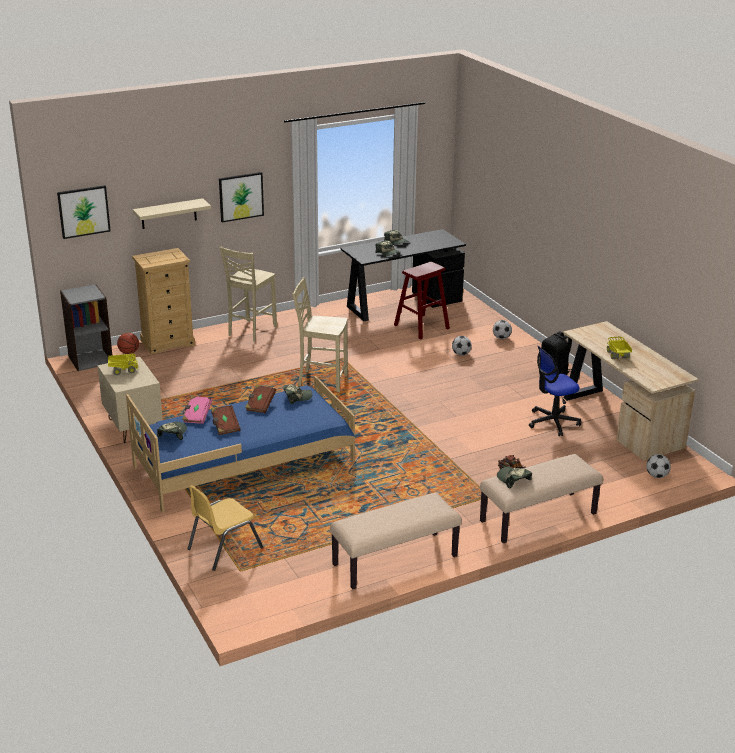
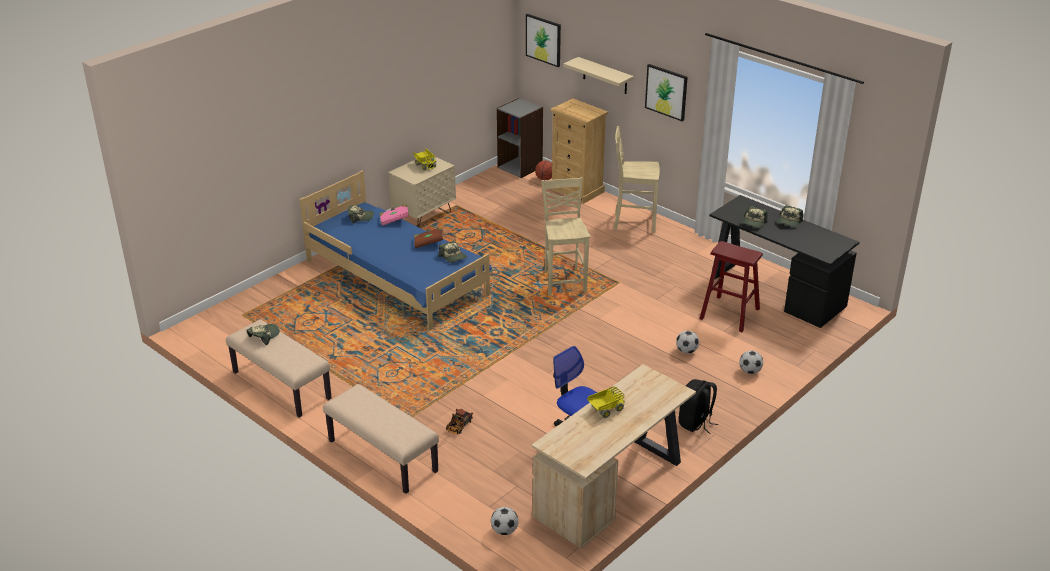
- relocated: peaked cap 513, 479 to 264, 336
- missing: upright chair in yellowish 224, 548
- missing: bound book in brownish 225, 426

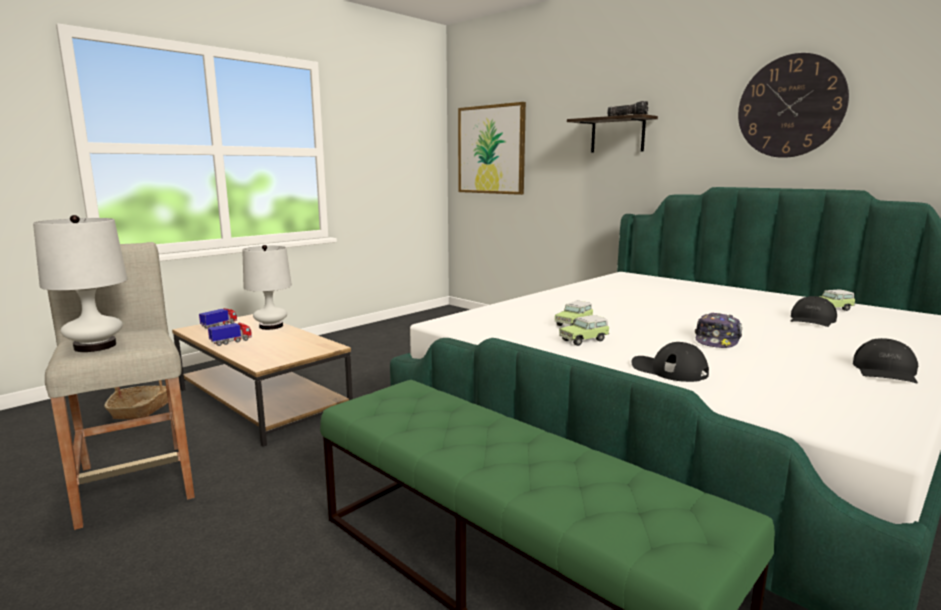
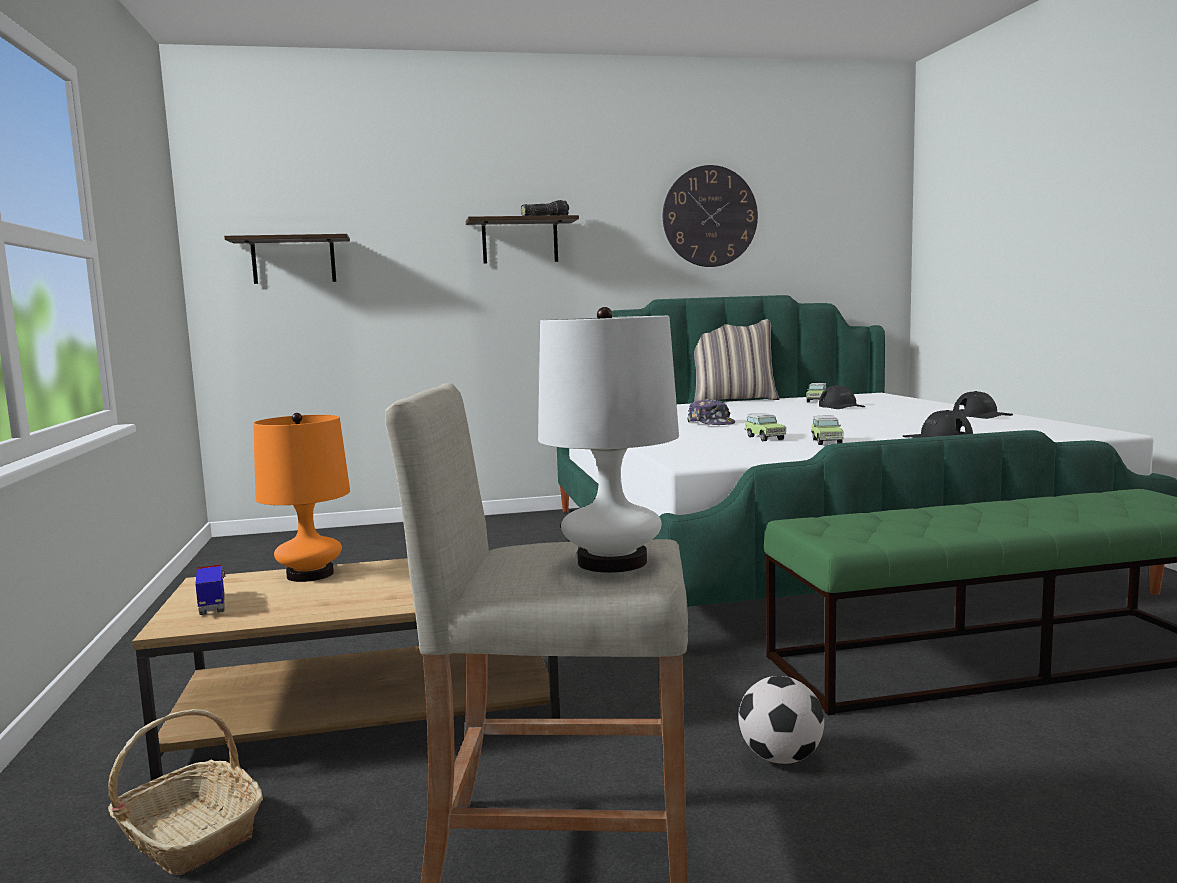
- exchanged: wall art 491, 150 to bracket shelf 293, 260
- colour: table lamp in white-coloured 271, 326 to table lamp in orange-coloured 310, 574
- relocated: peaked cap 717, 340 to 711, 423
- appeared: cushion 733, 400
- appeared: ball for football 780, 758
- missing: toy lorry 231, 342

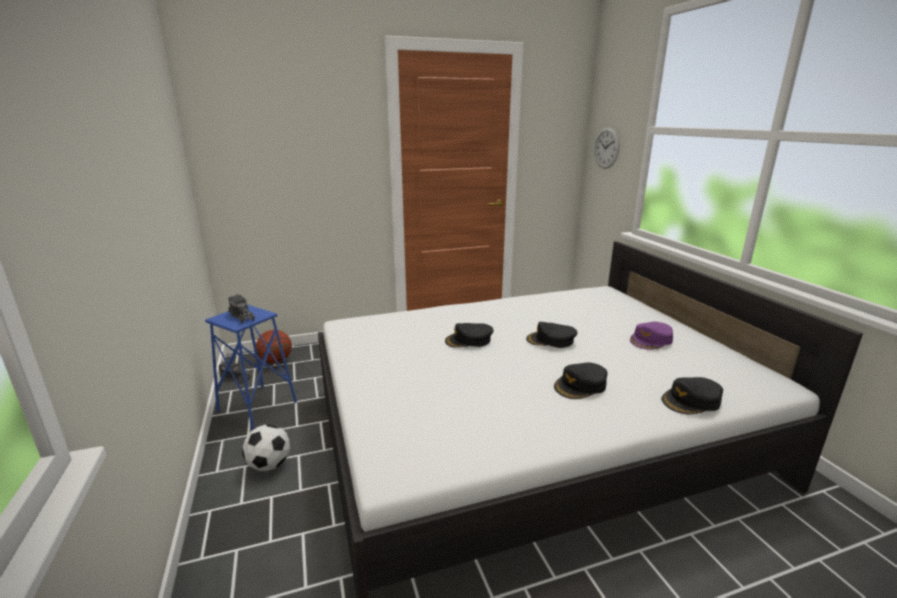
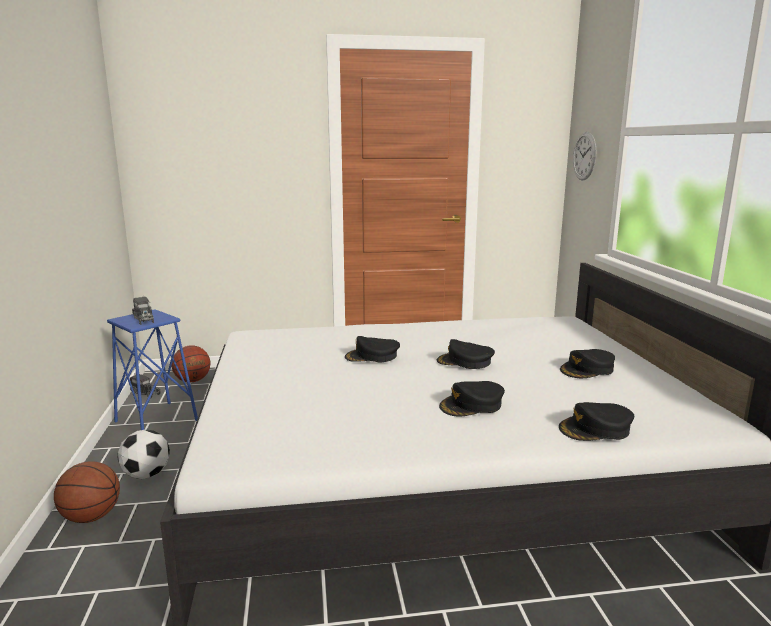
- appeared: ball for basketball 91, 517
- colour: peaked cap in purplish 651, 340 to peaked cap in black-coloured 587, 370

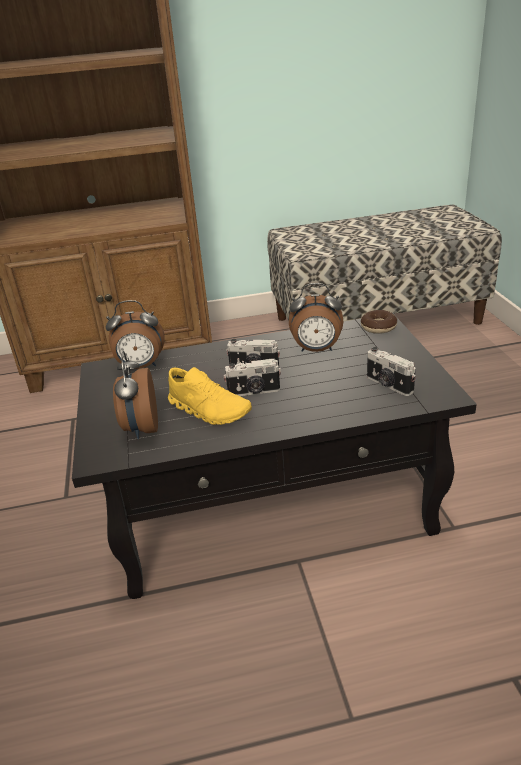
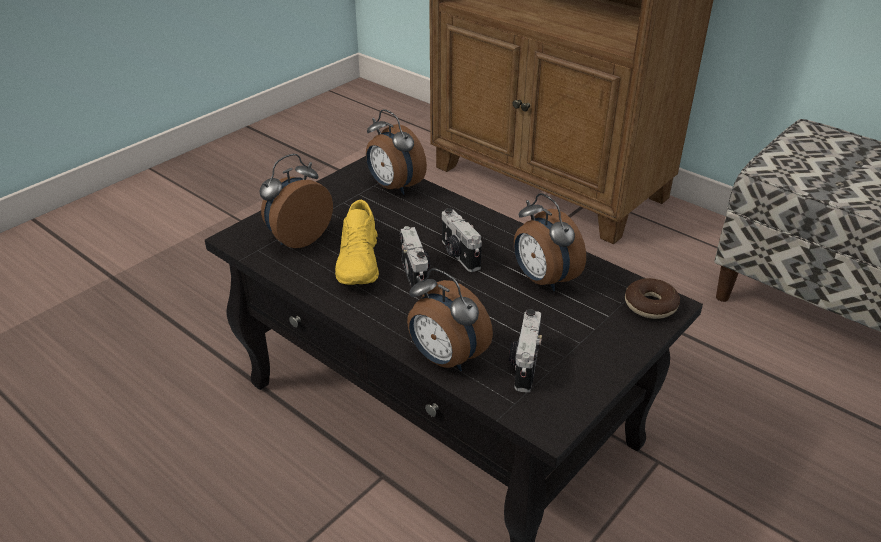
- spun: photo camera 254, 392 = 416, 275 150 degrees counterclockwise
- appeared: table clock 445, 359

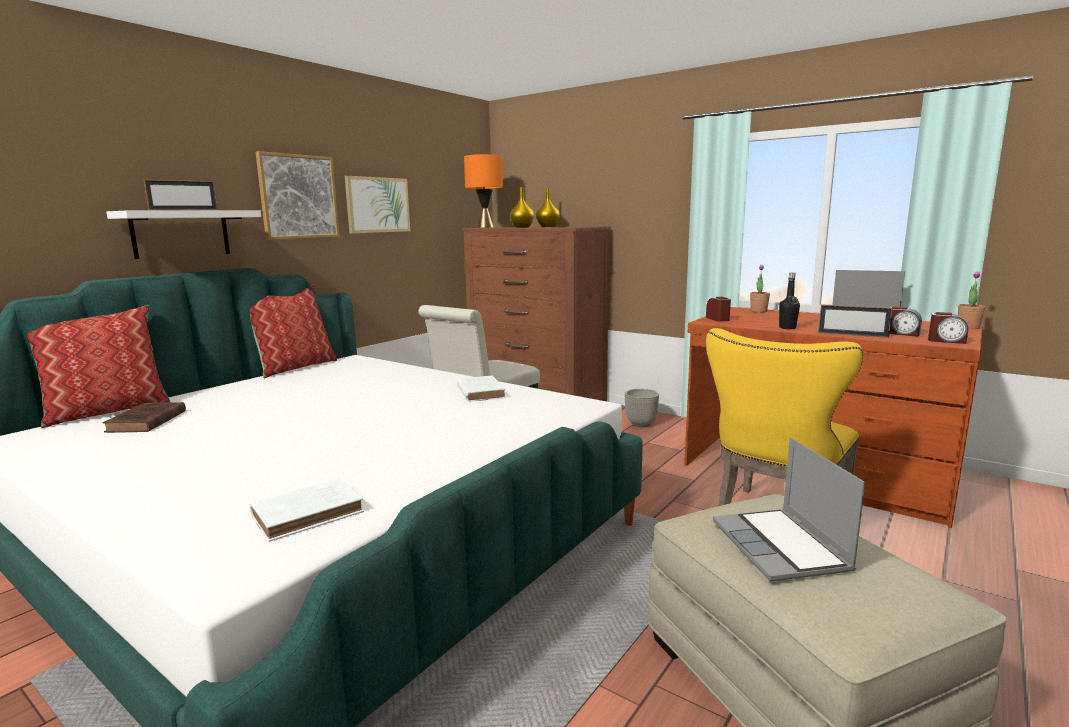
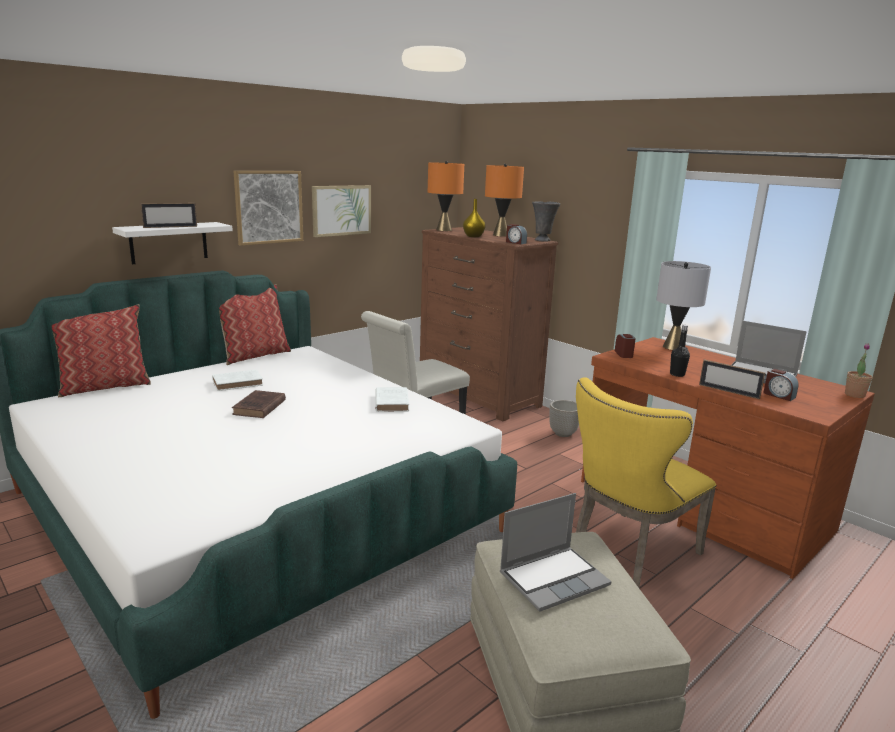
- relocated: bound book in white-coloured 310, 513 to 239, 383
- relocated: bound book in brownish 146, 422 to 259, 408
- exchanged: vase in yellowish 547, 226 to table lamp in orange-coloured 500, 235
- spun: laptop 781, 547 = 554, 578 120 degrees counterclockwise
- relocated: table clock 946, 341 to 515, 242
- appeared: vase in grey 543, 240
- exchanged: potted plant 758, 311 to table lamp in grey 673, 347

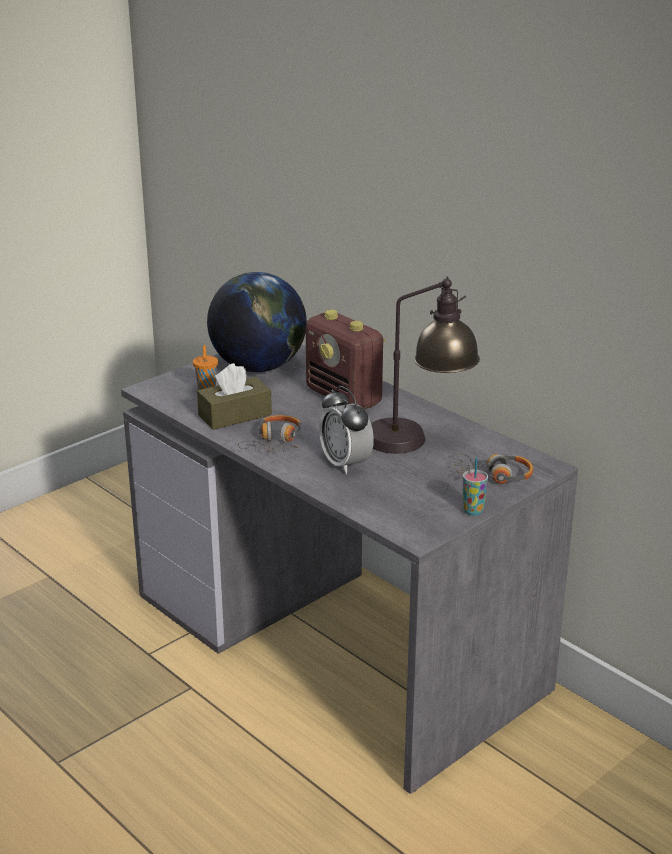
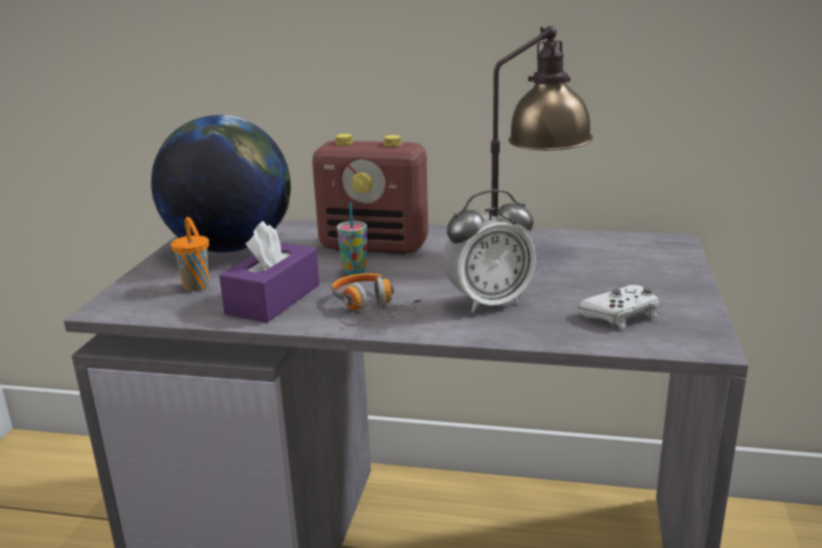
- colour: tissue box in brownish 235, 415 to tissue box in purplish 273, 299
- relocated: cup 473, 511 to 354, 271
- spun: table clock 345, 464 = 488, 303 45 degrees counterclockwise
- appeared: gamepad in white-coloured 621, 315
- missing: headset 493, 477

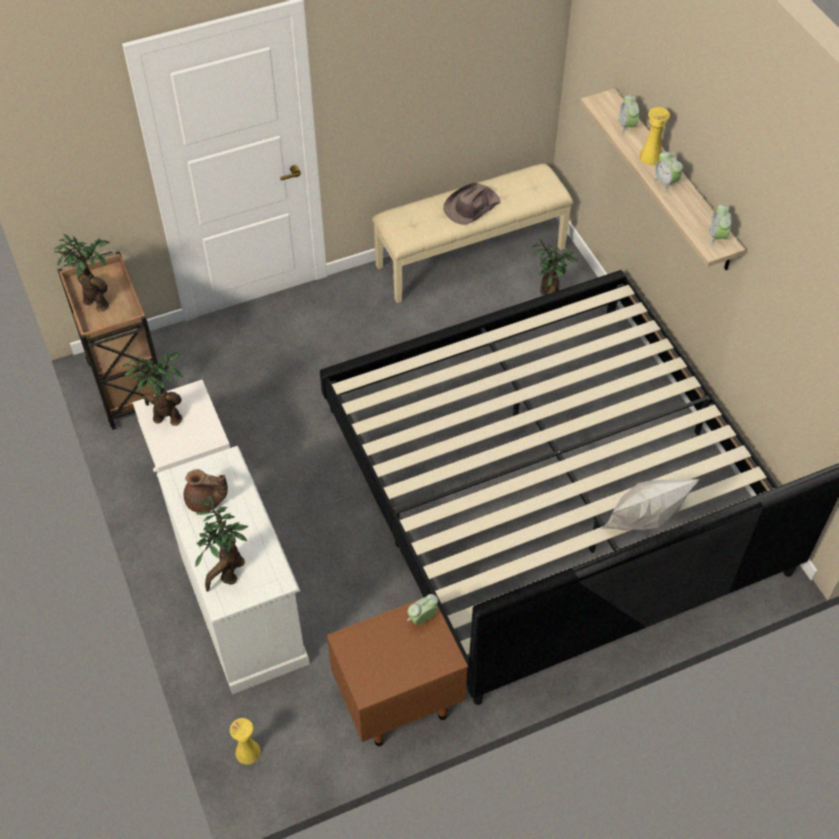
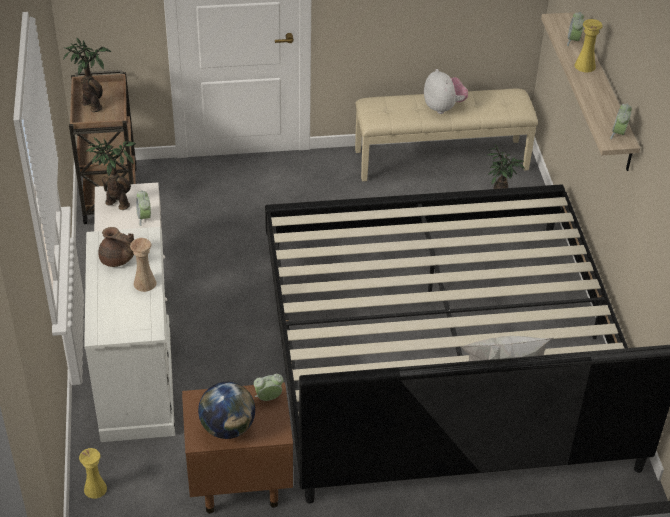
- appeared: vase in beige 145, 283
- relocated: table clock 665, 183 to 144, 217
- appeared: world globe 228, 428
- exchanged: hat in brownish 471, 206 to soft toy 443, 107
- missing: potted plant 228, 574

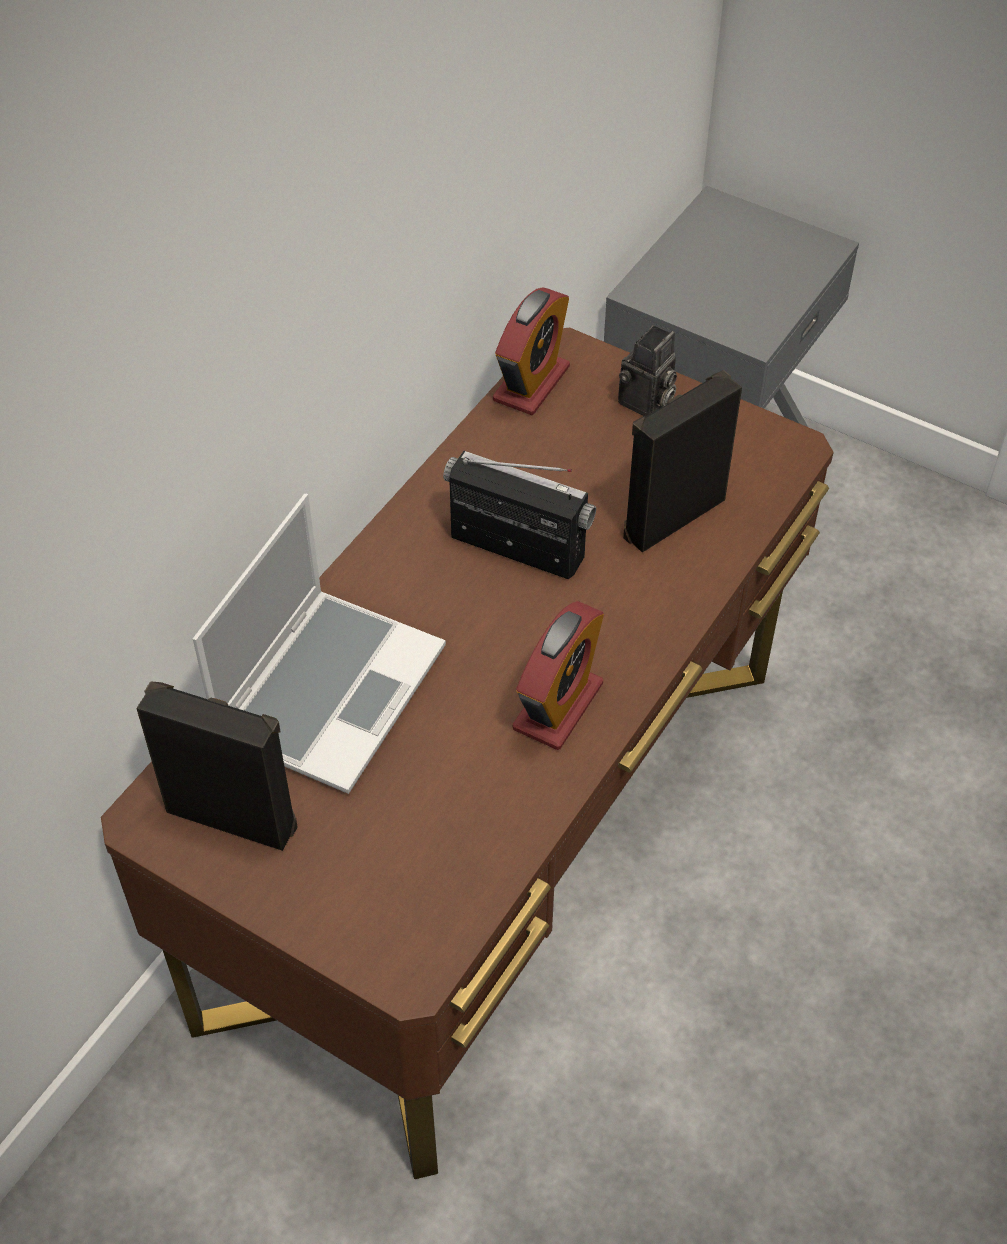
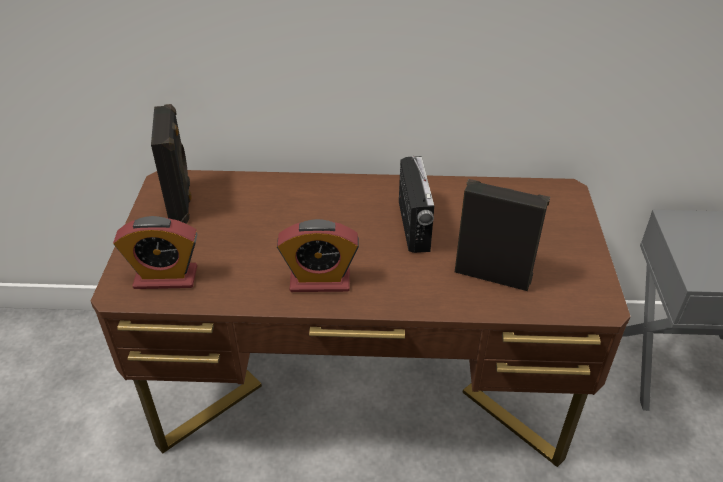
- relocated: table clock 531, 384 to 165, 277
- missing: laptop 330, 689
- missing: photo camera 646, 403

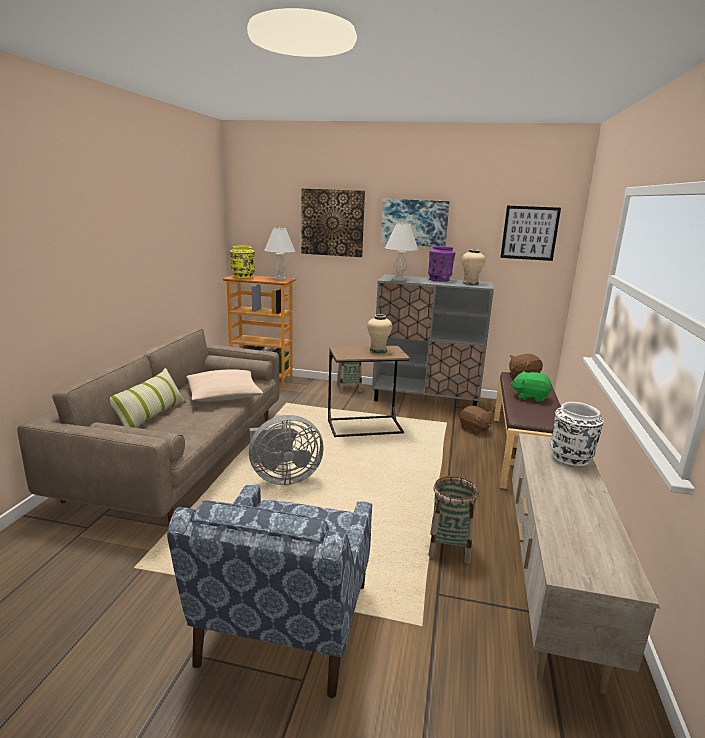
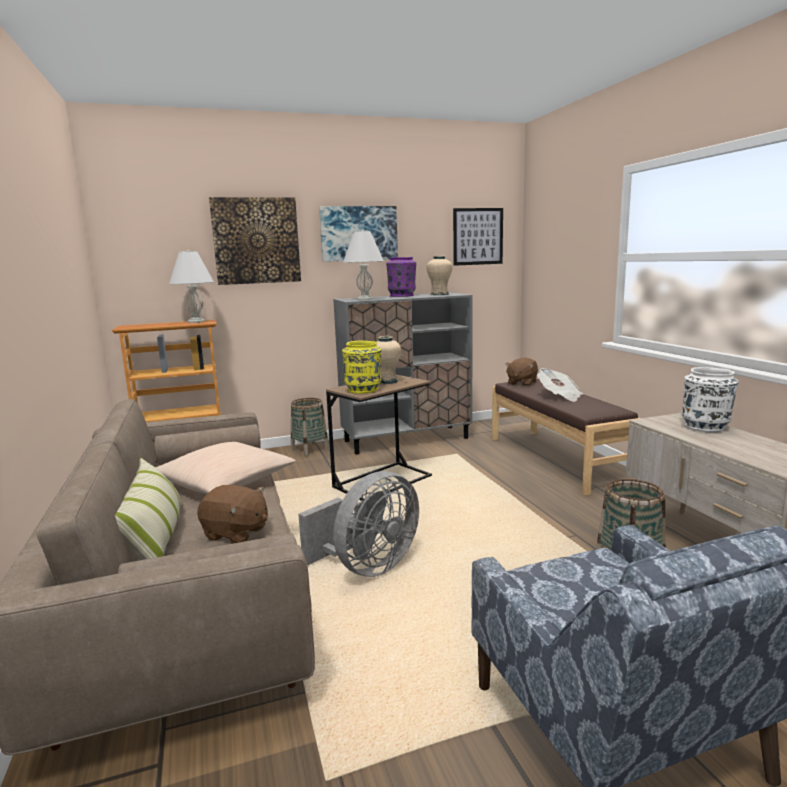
- relocated: soft toy in brownish 474, 429 to 236, 533
- relocated: vase in yellowish 243, 277 to 363, 390
- exchanged: soft toy in greenish 530, 397 to newspaper 559, 396

